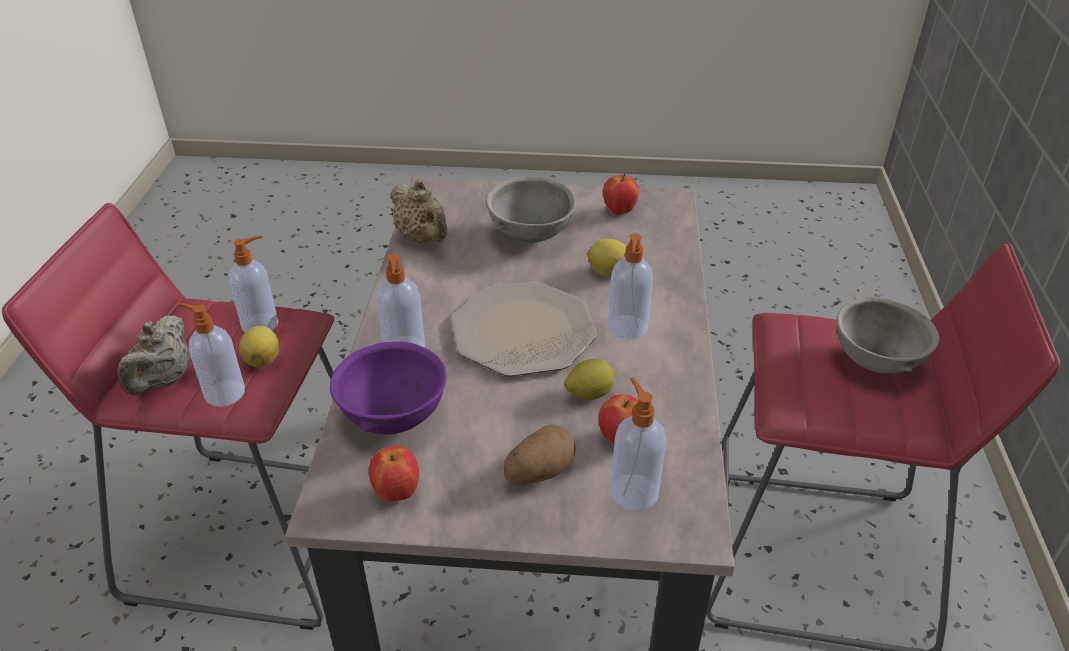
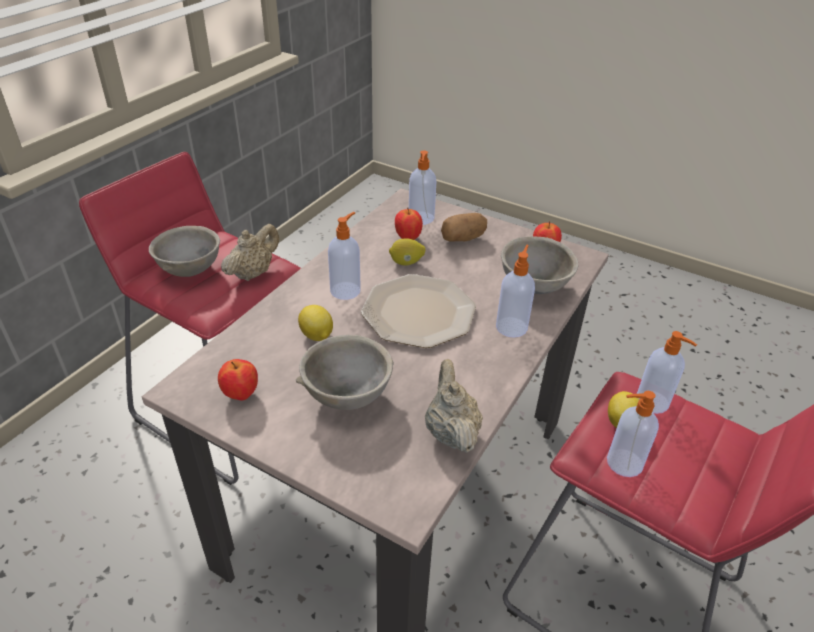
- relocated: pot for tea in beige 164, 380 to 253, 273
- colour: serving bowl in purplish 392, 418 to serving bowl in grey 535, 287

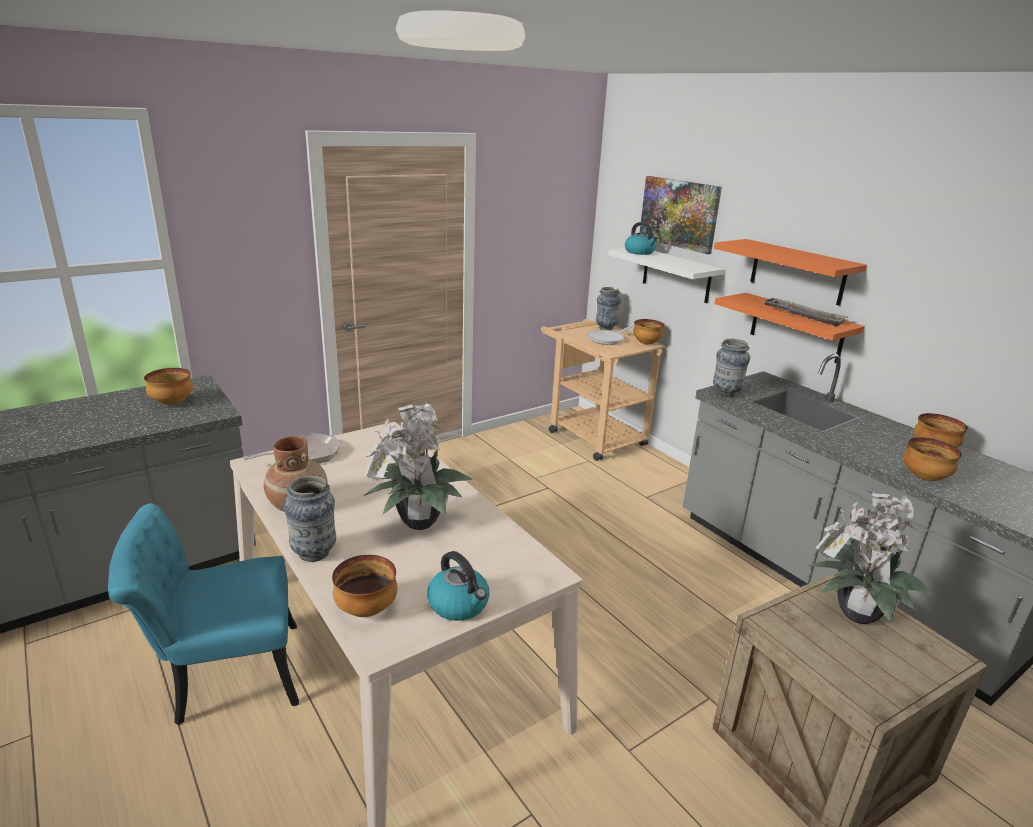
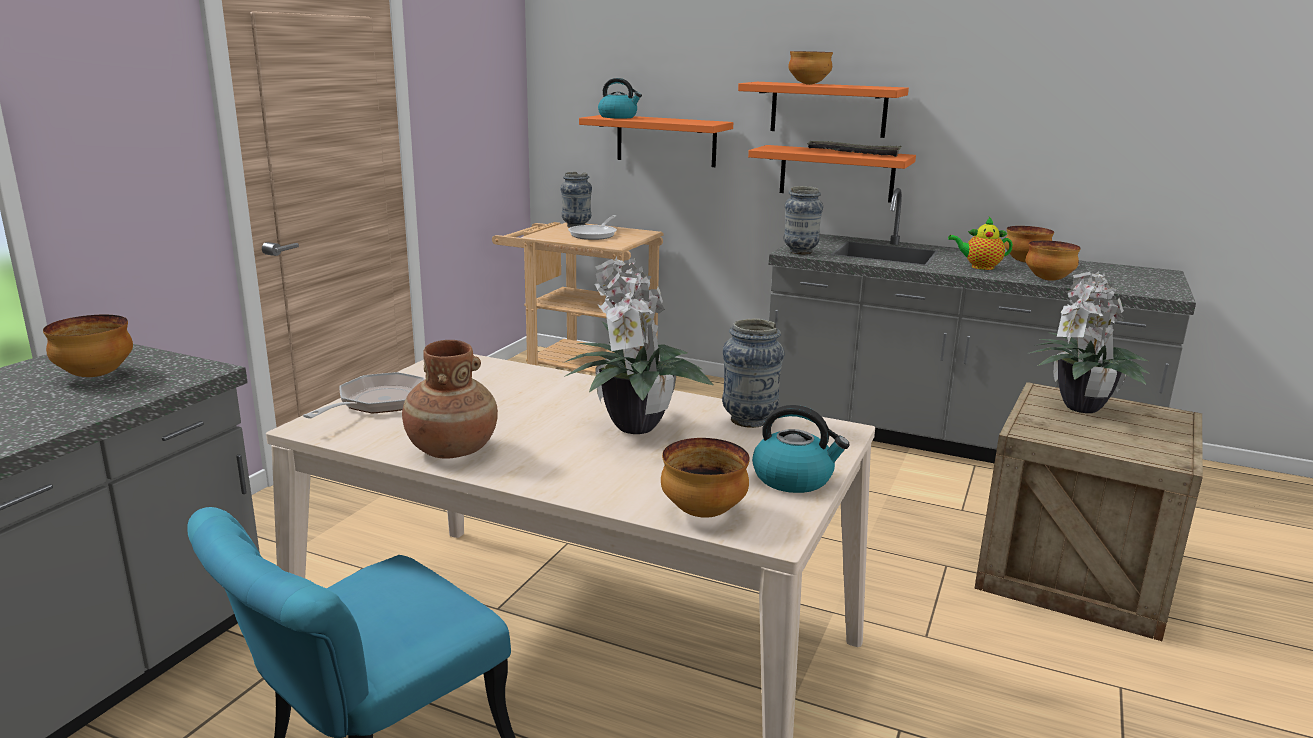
- colour: bracket shelf in white-coloured 676, 274 to bracket shelf in orange-coloured 666, 140
- relocated: vase 314, 553 to 749, 420
- relocated: serving bowl 646, 343 to 809, 84
- appeared: pot for tea 979, 267
- missing: wall art 679, 213

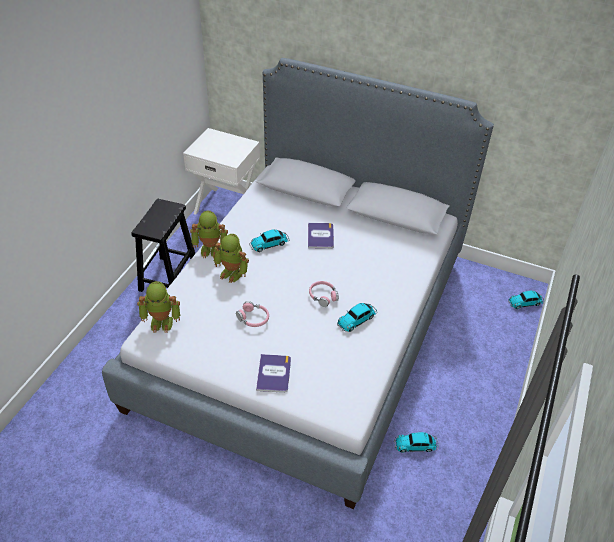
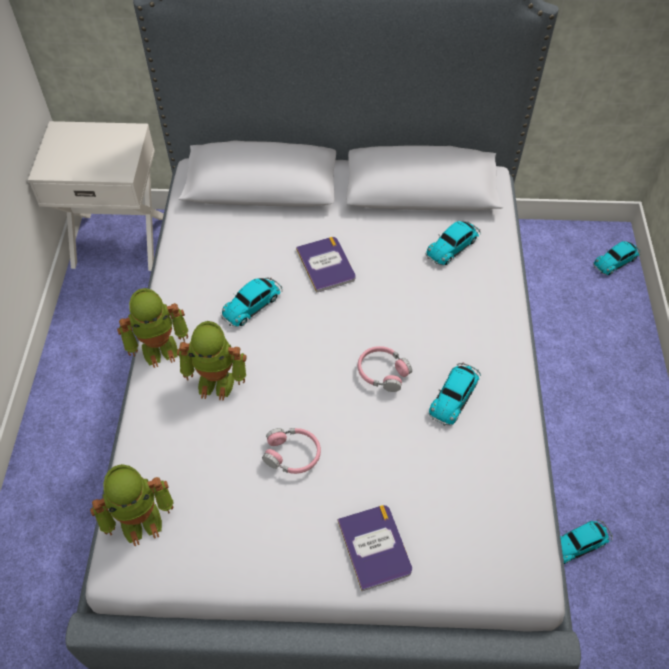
- appeared: model car 453, 246
- missing: sitting stool in black-coloured 168, 278

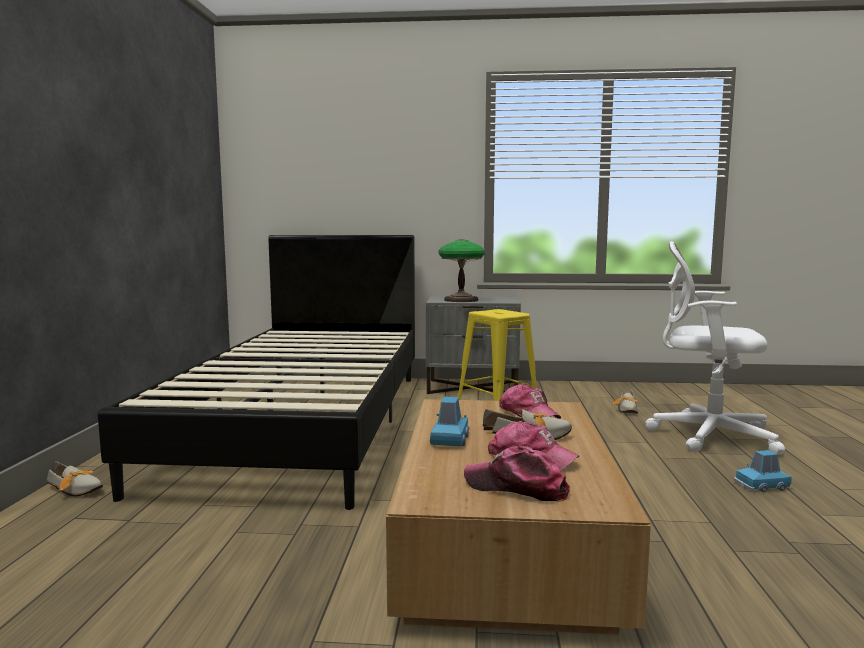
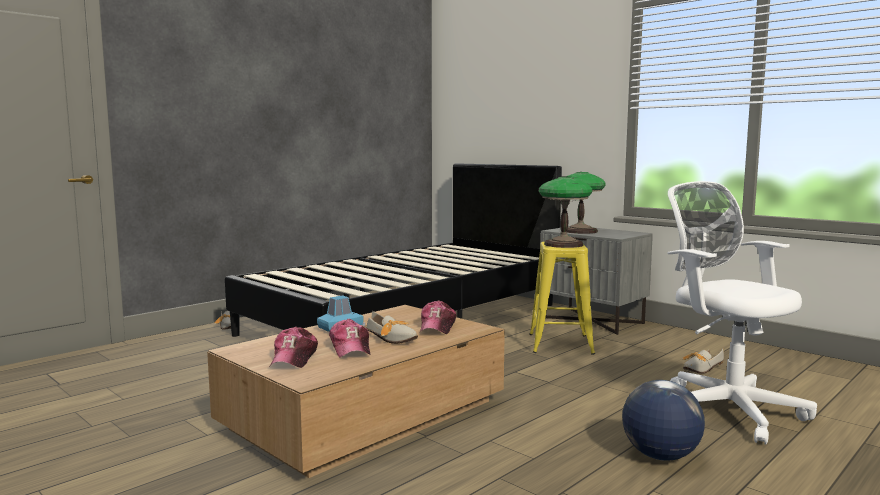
- spun: peaked cap 516, 487 = 294, 358 150 degrees counterclockwise
- appeared: table lamp 564, 244
- exchanged: model car in blue-coloured 762, 486 to world globe 660, 456

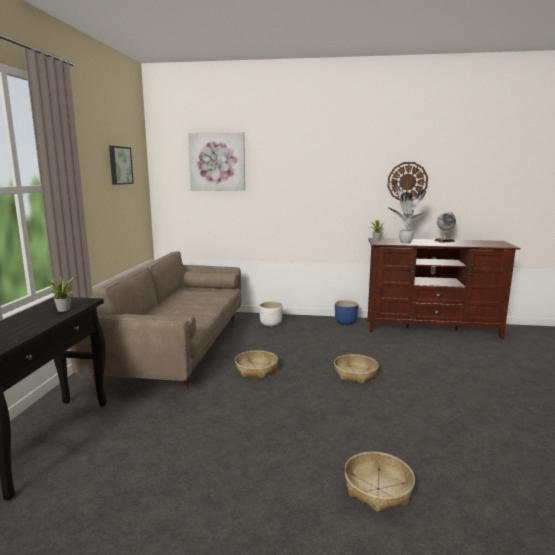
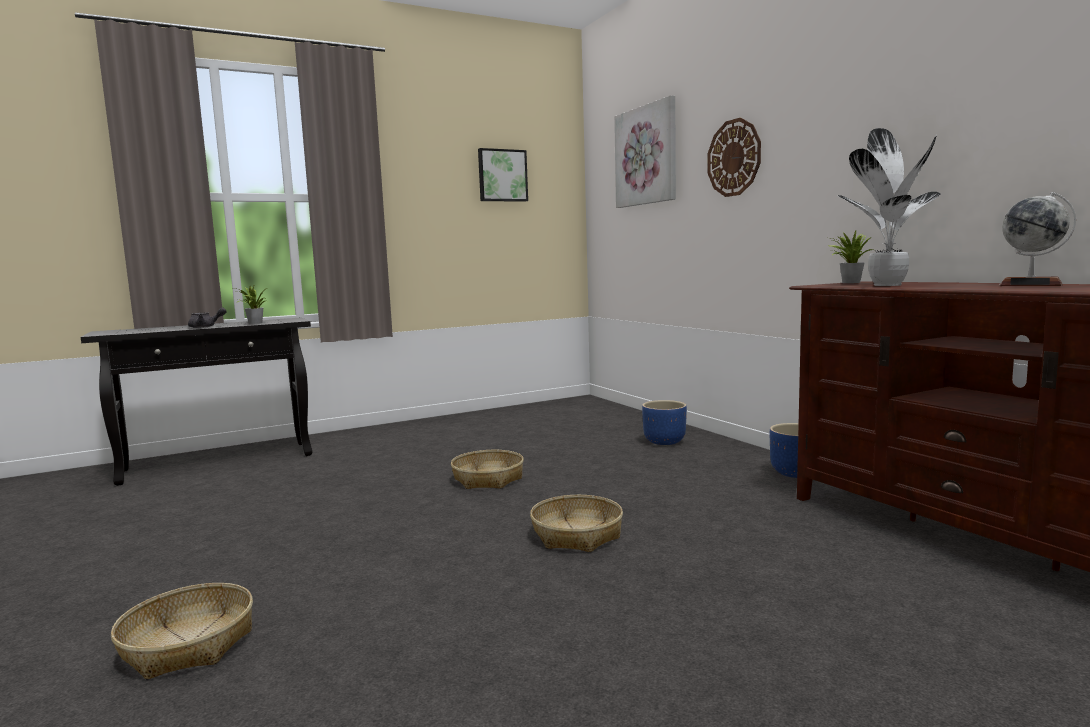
- appeared: pot for tea in grey 206, 327
- colour: plant pot in white-coloured 271, 324 to plant pot in blue-coloured 664, 442
- relocated: wall clock 407, 182 to 734, 158
- missing: settee in beige 175, 346

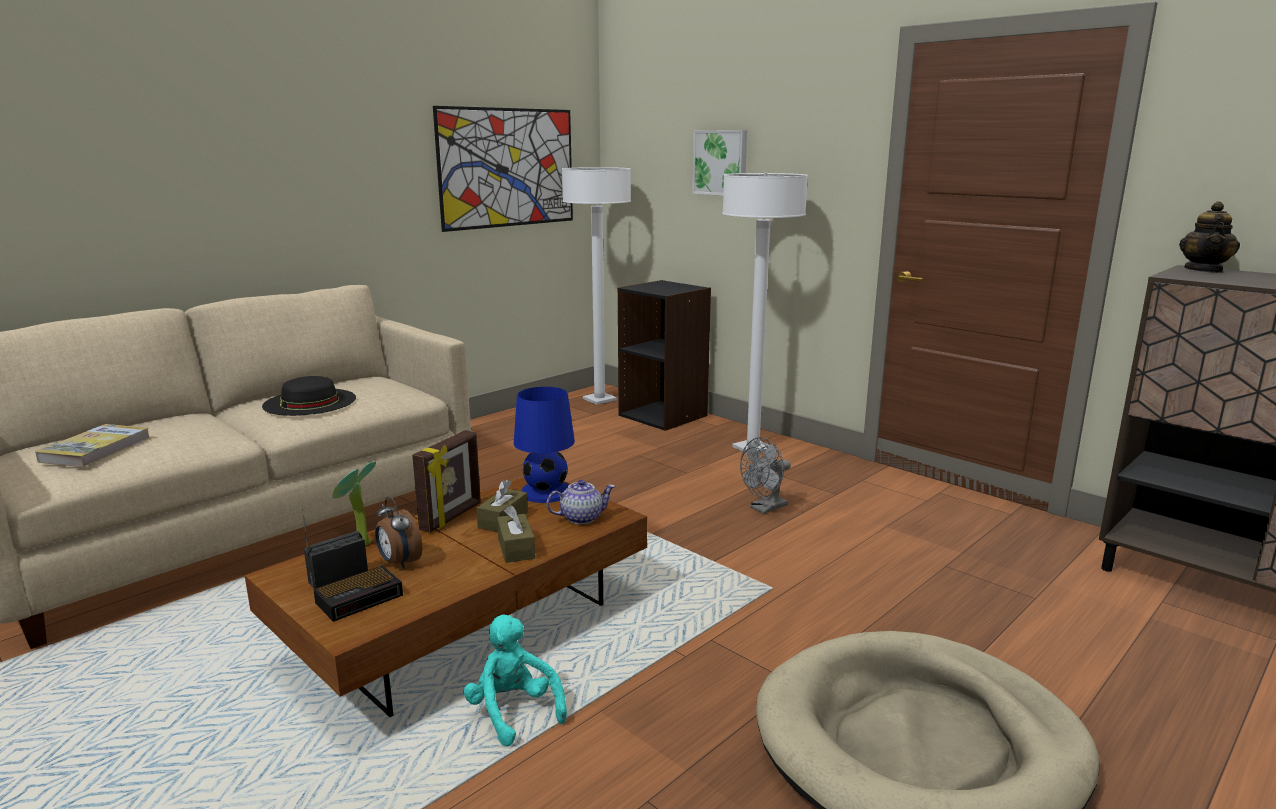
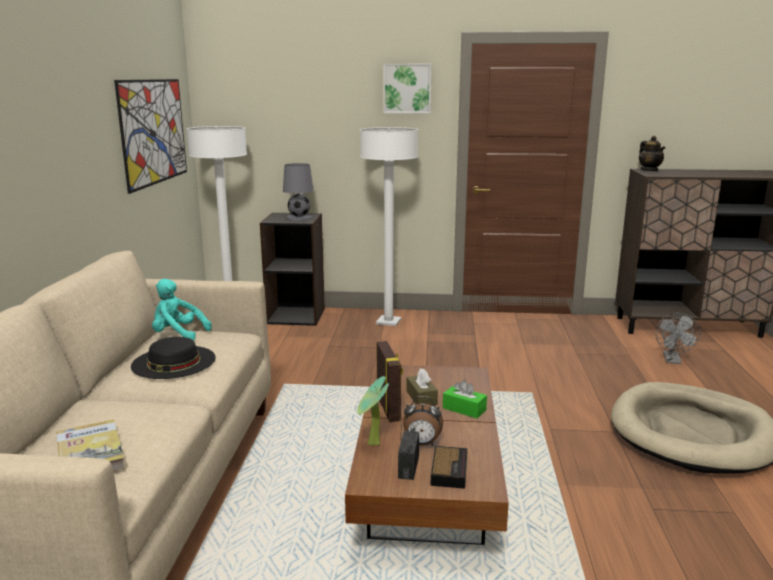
- relocated: soft toy in turquoise 513, 711 to 178, 335
- appeared: table lamp in grey 299, 217
- relocated: wall art 721, 163 to 407, 88
- colour: tissue box in brownish 516, 548 to tissue box in greenish 464, 409
- relocated: fan in grey 764, 508 to 673, 361
- missing: table lamp in blue-coloured 545, 492
- missing: pot for tea 581, 518

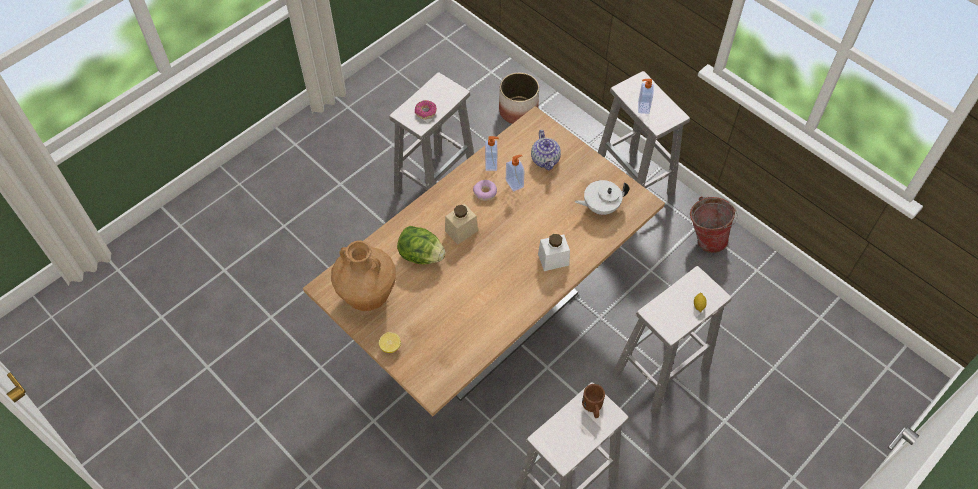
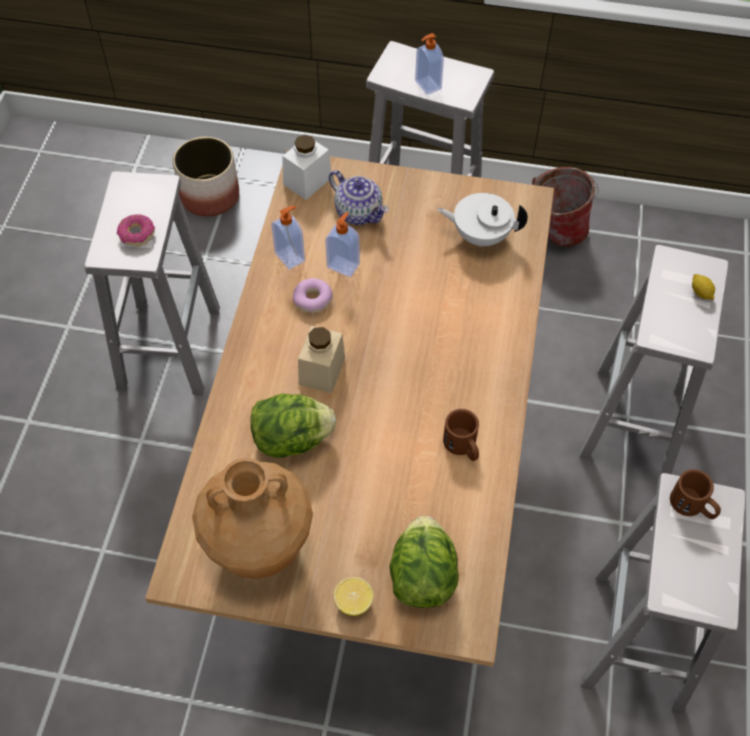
- relocated: jar in white-coloured 553, 259 to 307, 181
- appeared: lettuce head 422, 576
- spun: pot for tea in white-coloured 600, 207 = 480, 235 60 degrees clockwise
- appeared: tea mug in brownish 463, 447

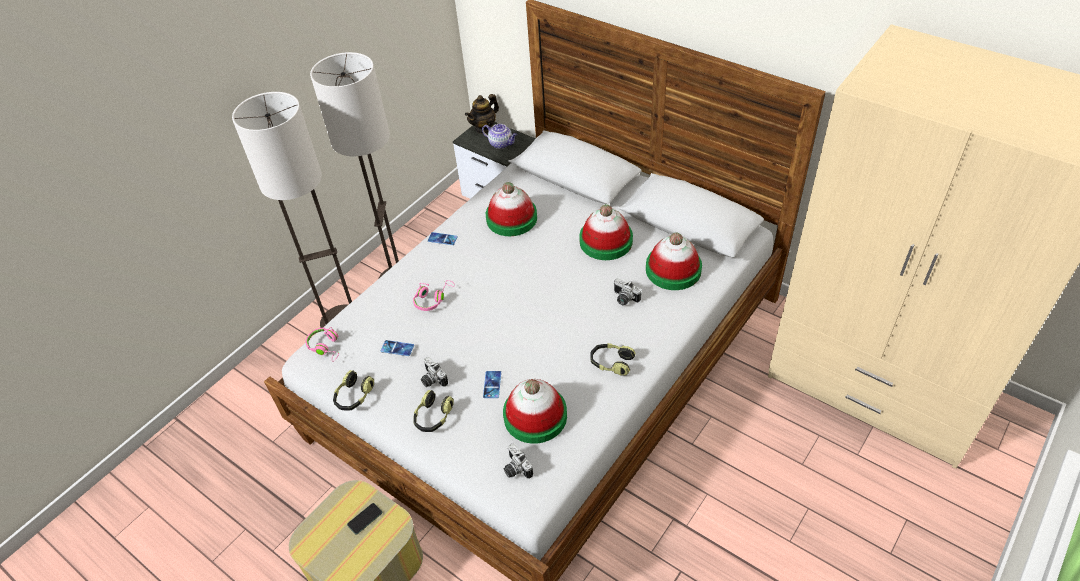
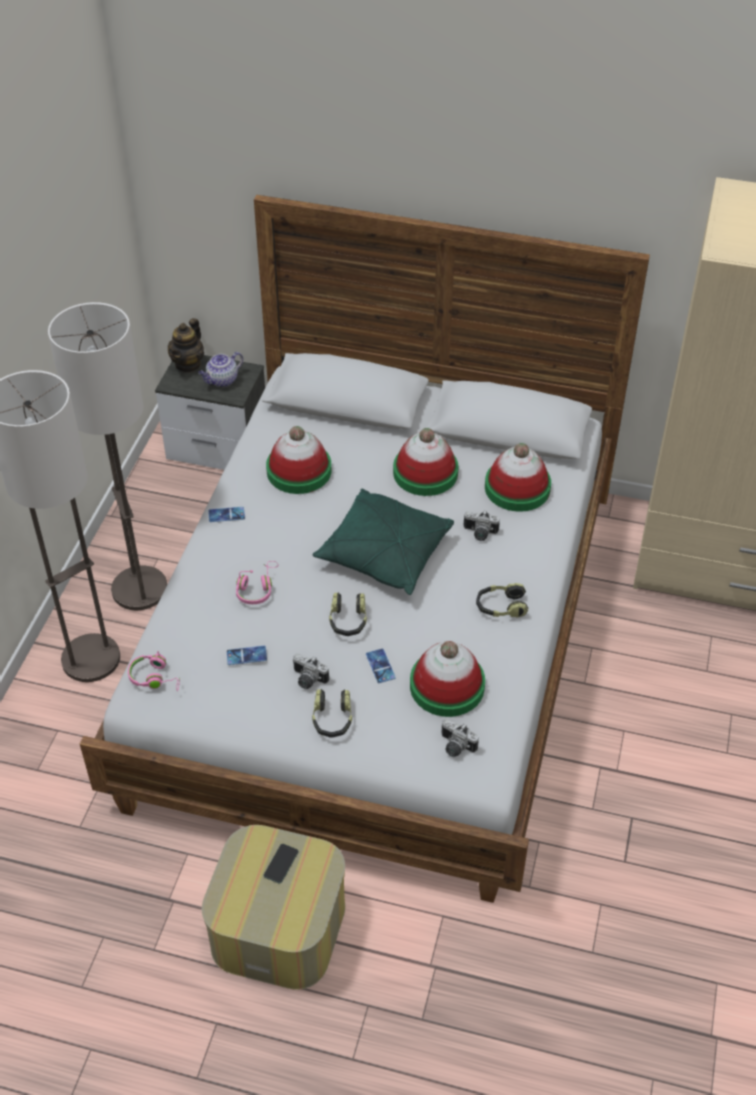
- spun: pot for tea 501, 144 = 222, 381 135 degrees clockwise
- appeared: cushion in greenish 384, 553
- relocated: headset 354, 396 to 348, 621

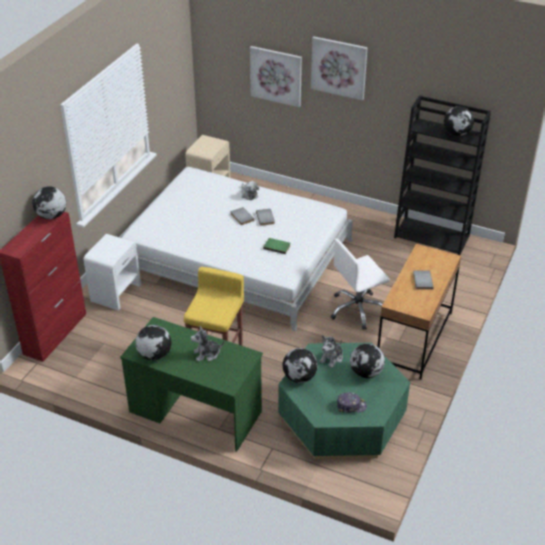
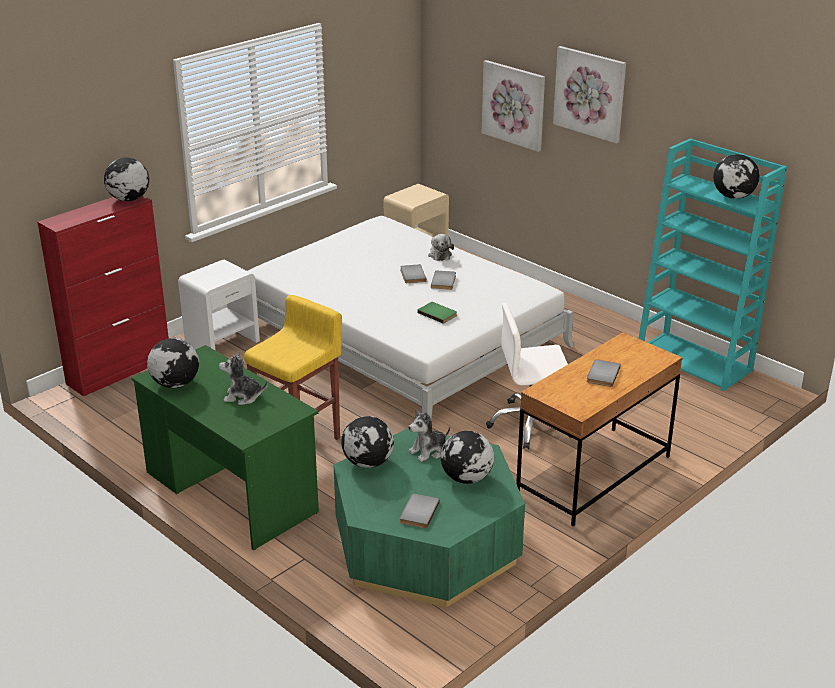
- exchanged: peaked cap 351, 406 to bound book in grey 418, 512
- colour: bookshelf in black-coloured 432, 236 to bookshelf in turquoise 695, 362

